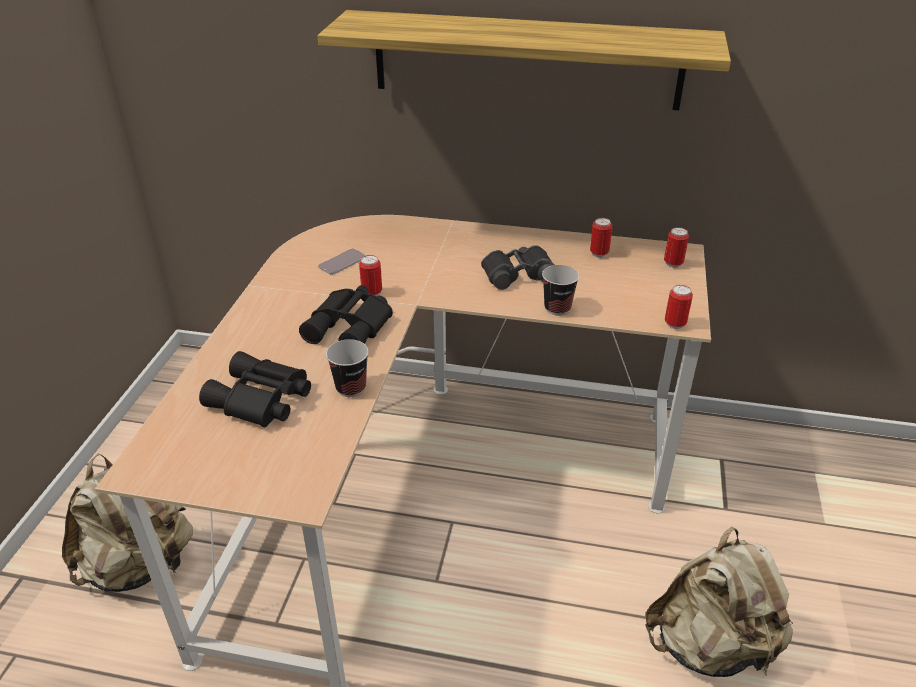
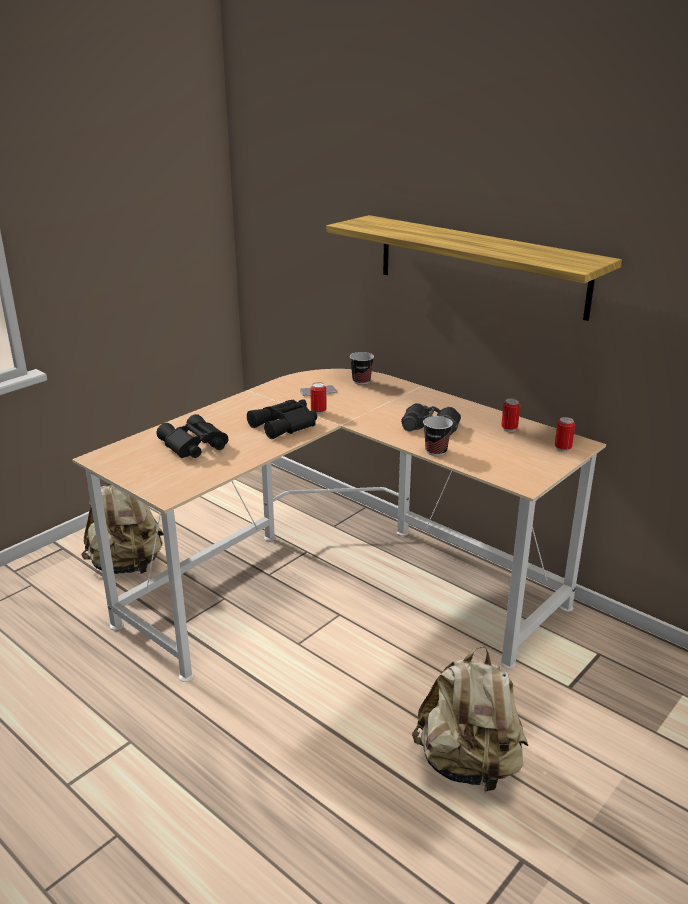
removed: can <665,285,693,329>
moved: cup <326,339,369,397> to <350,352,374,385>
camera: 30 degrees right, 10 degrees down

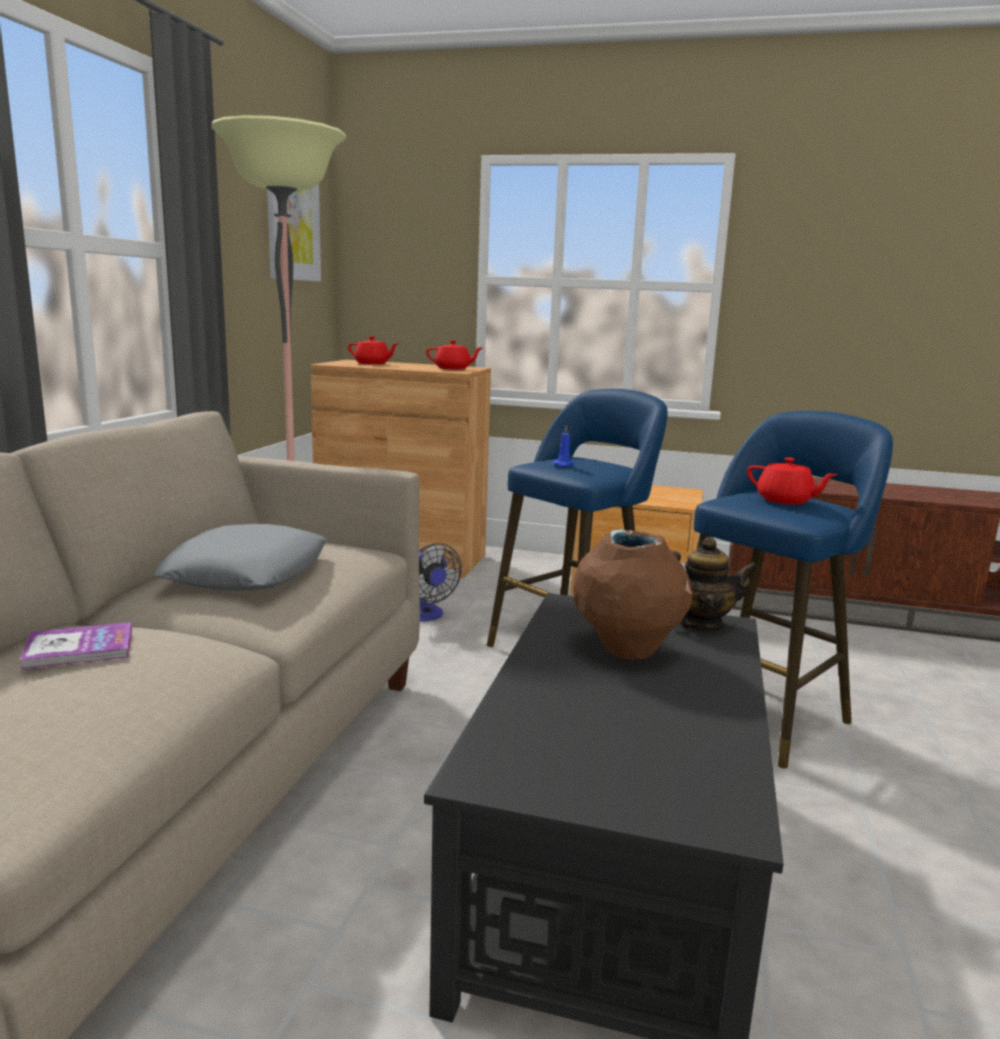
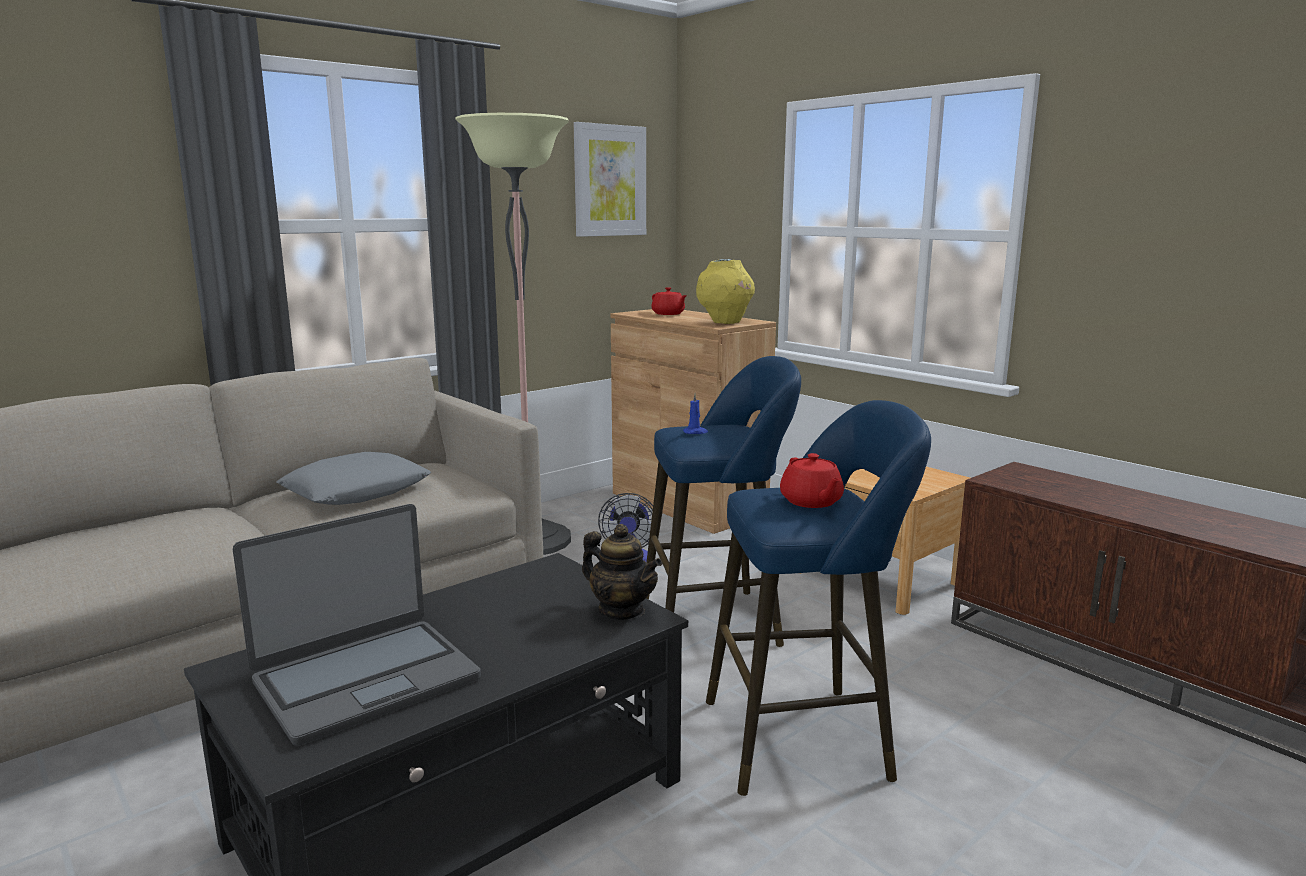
removed: book <19,622,132,670>; brown vase <573,529,692,660>
added: laptop <233,504,481,746>
replaced: red teapot <426,340,482,370> to yellow vase <696,259,755,324>
camera: 35 degrees right, 0 degrees up

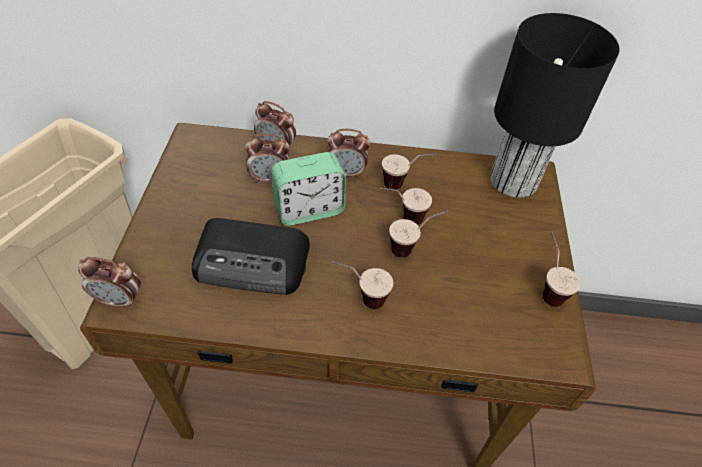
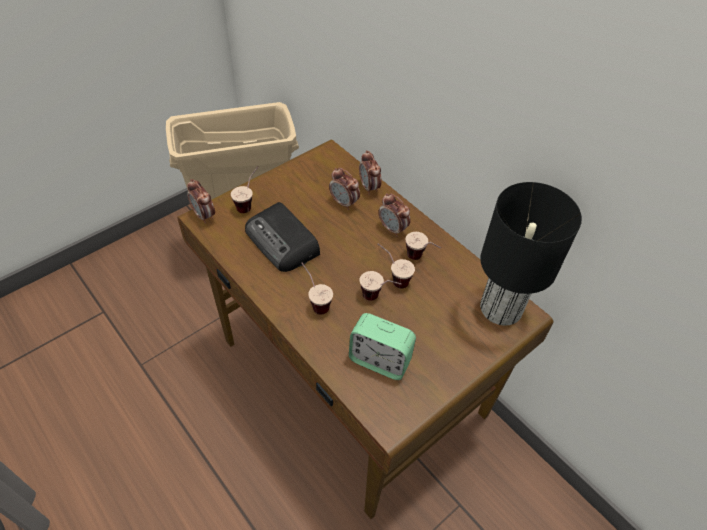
moved: alarm clock <271,152,346,226> to <349,313,416,380>; cup <542,232,581,307> to <231,166,258,213>
camera: 45 degrees right, 0 degrees up

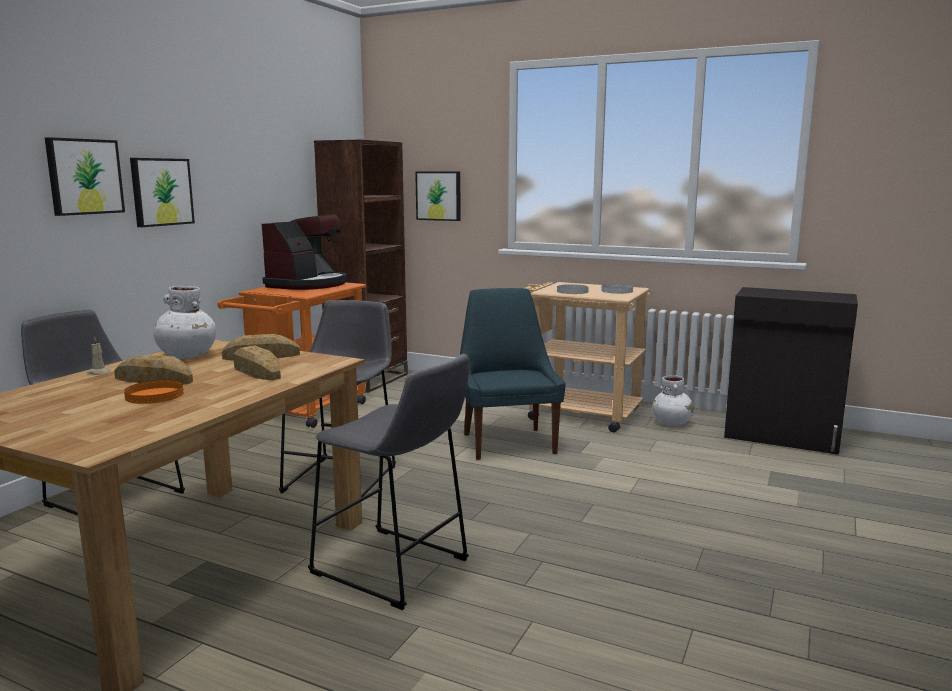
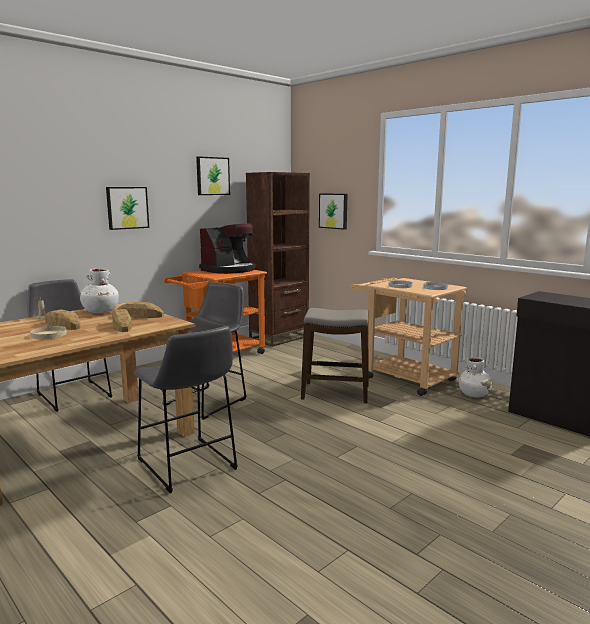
moved: picture <45,137,125,216> to <196,156,230,195>
replaced: blue chair <460,288,565,460> to stool <301,308,369,404>
recoloured: orange plate <124,380,184,404> to beige plate <30,326,67,339>
camera: 20 degrees right, 0 degrees up

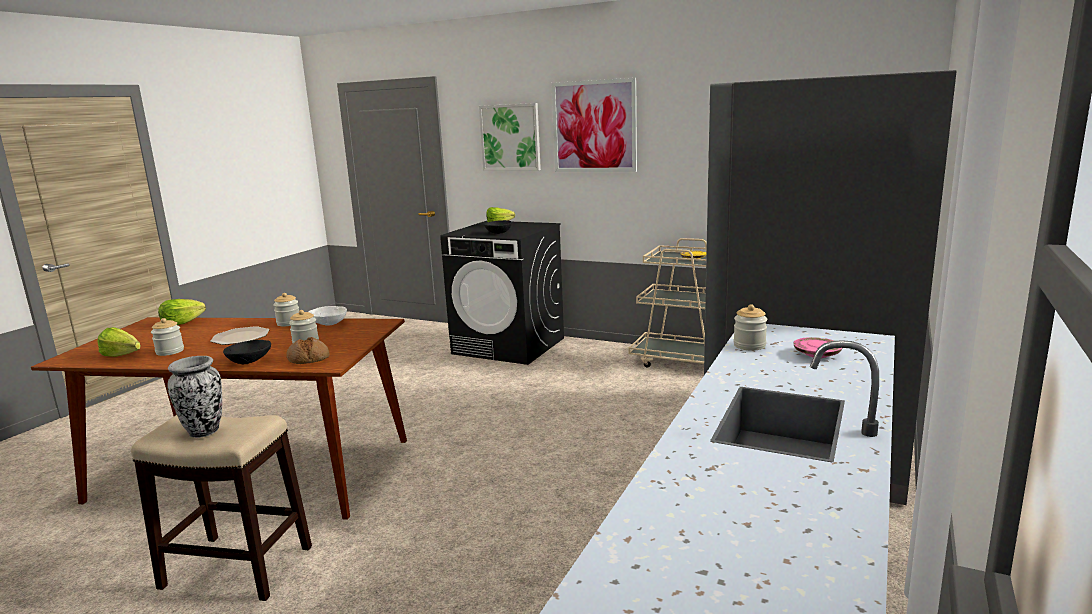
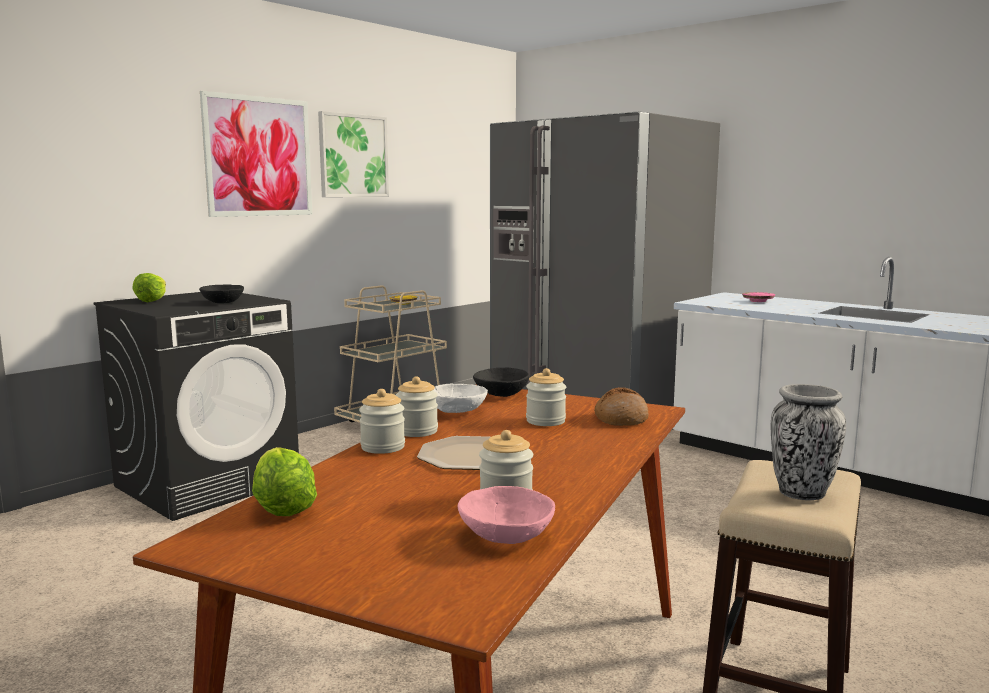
moved: black bowl <223,340,271,364> to <473,368,530,397>; picture <479,103,541,171> to <318,111,389,197>; jar <733,304,767,350> to <359,389,405,454>
replaced: lettuce <97,327,141,357> to pink bowl <458,486,555,544>
camera: 75 degrees left, 5 degrees down

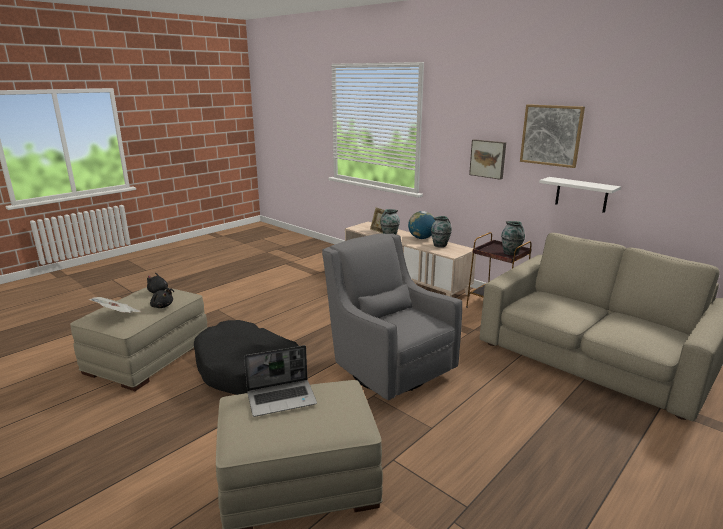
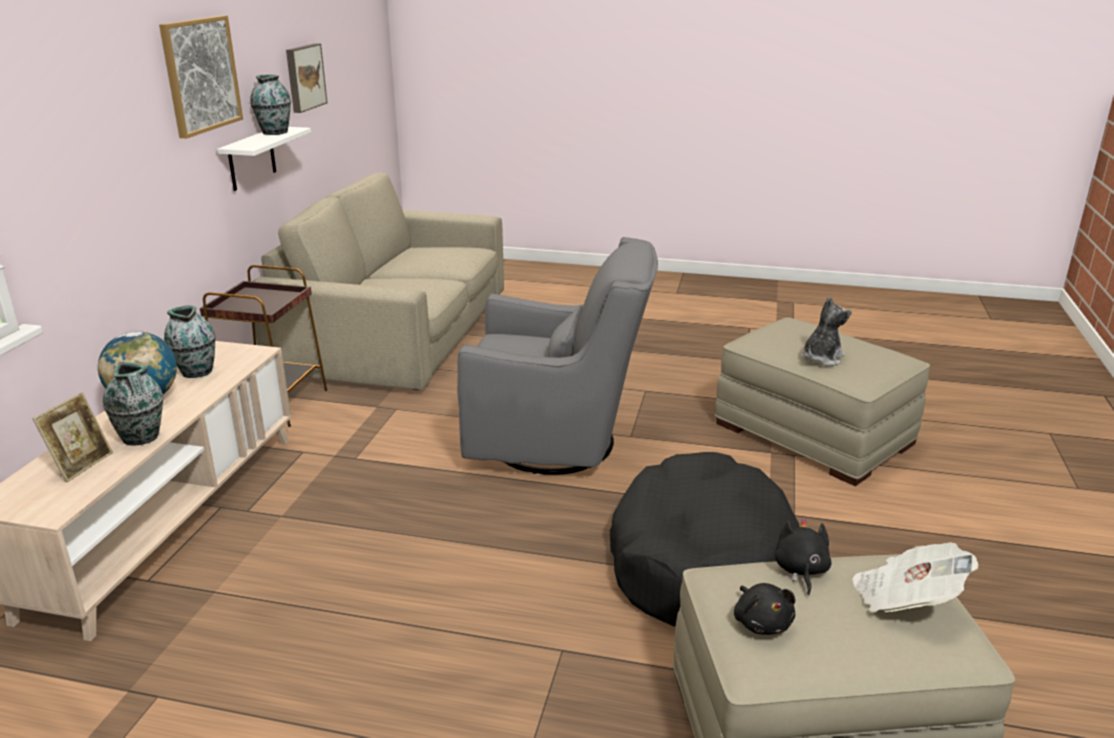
moved: picture <469,139,506,180> to <286,43,327,113>; vase <501,221,525,255> to <250,75,291,135>
replaced: laptop <244,345,317,417> to plush toy <801,296,852,366>
turned: grey armchair <322,233,462,400> = <457,237,658,475> 105 degrees counterclockwise
camera: 120 degrees left, 5 degrees up

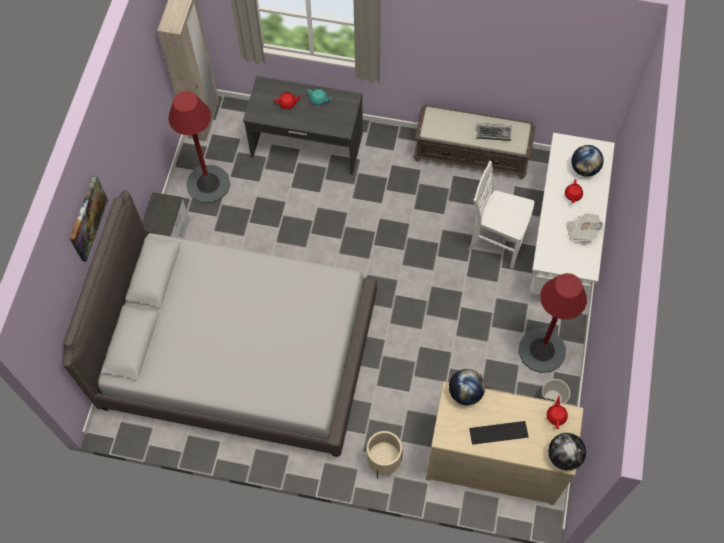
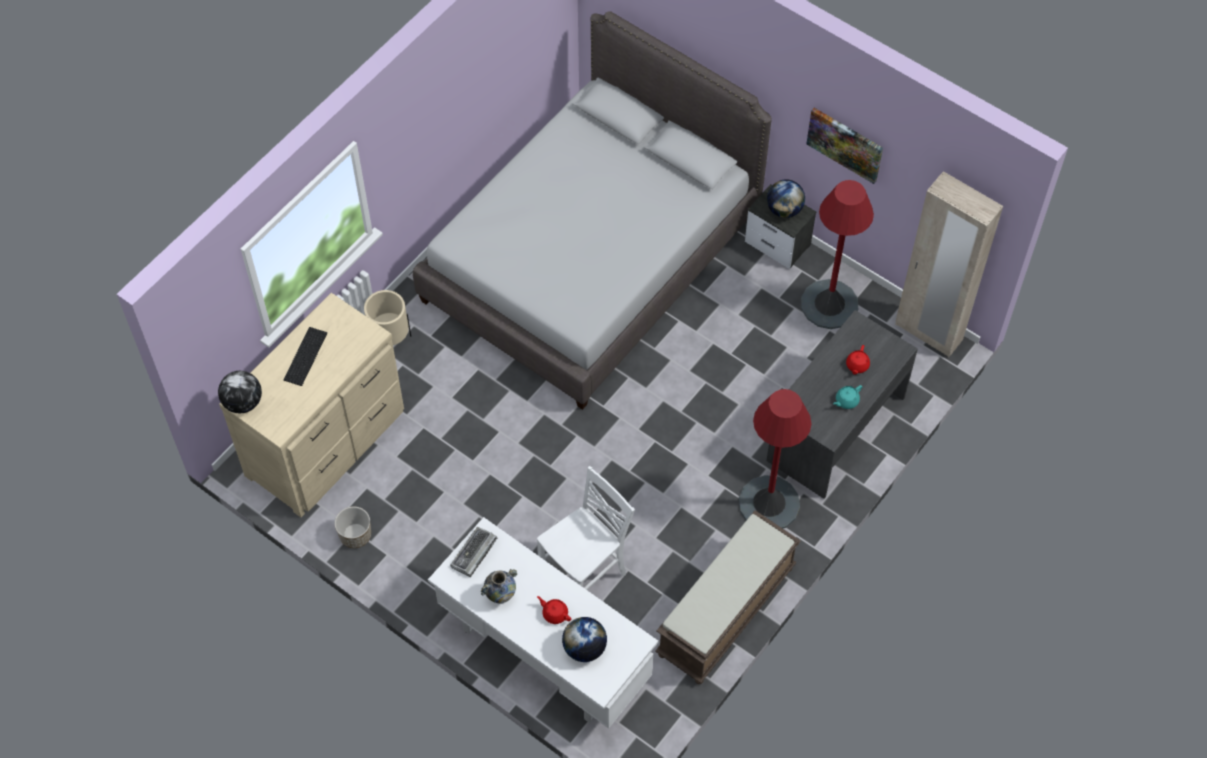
removed: red teapot <547,396,568,429>
moved: picture <70,175,108,262> to <807,108,883,184>; globe <449,369,485,405> to <767,179,805,218>; keyboard <477,123,512,141> to <450,527,497,577>; red floor lamp <518,273,587,373> to <739,389,812,528>
replaced: newspaper <566,213,603,241> to vase <481,569,517,604>
camera: 115 degrees right, 5 degrees down

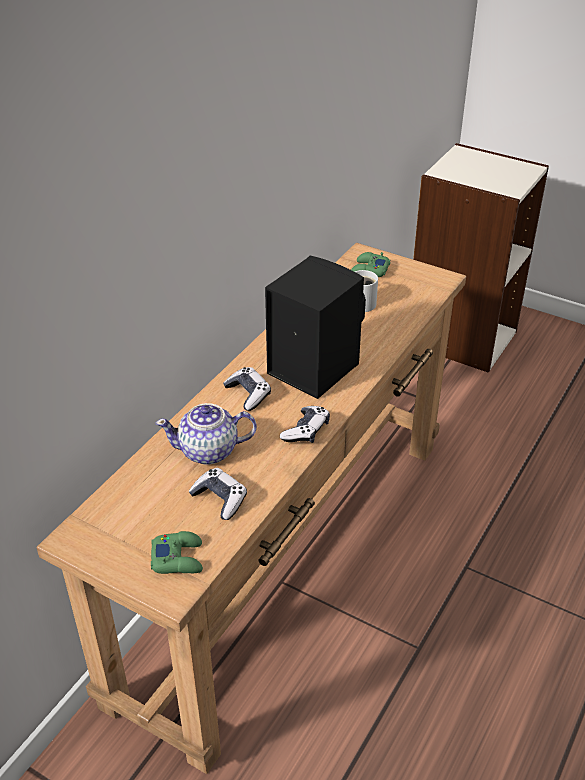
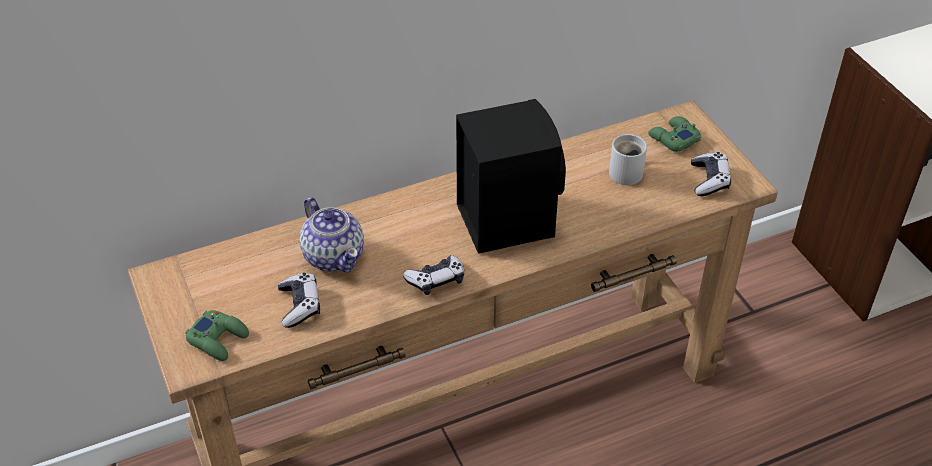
moved: game controller <223,367,271,411> to <691,152,731,196>
turned: teapot <156,403,257,465> = <300,197,364,272> 150 degrees counterclockwise
camera: 35 degrees right, 5 degrees up

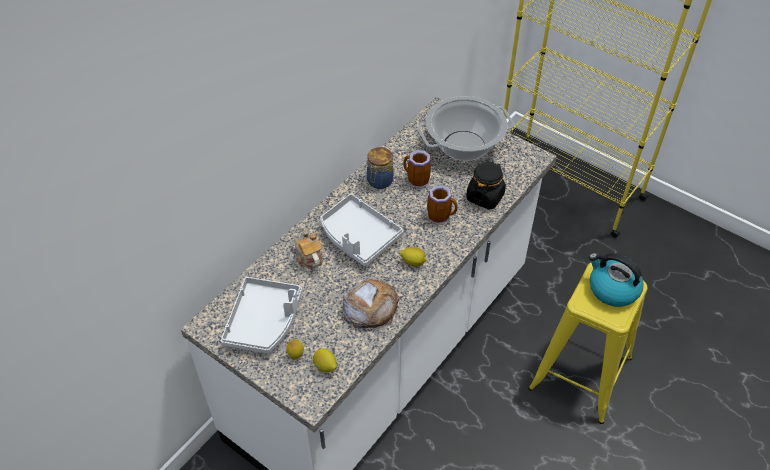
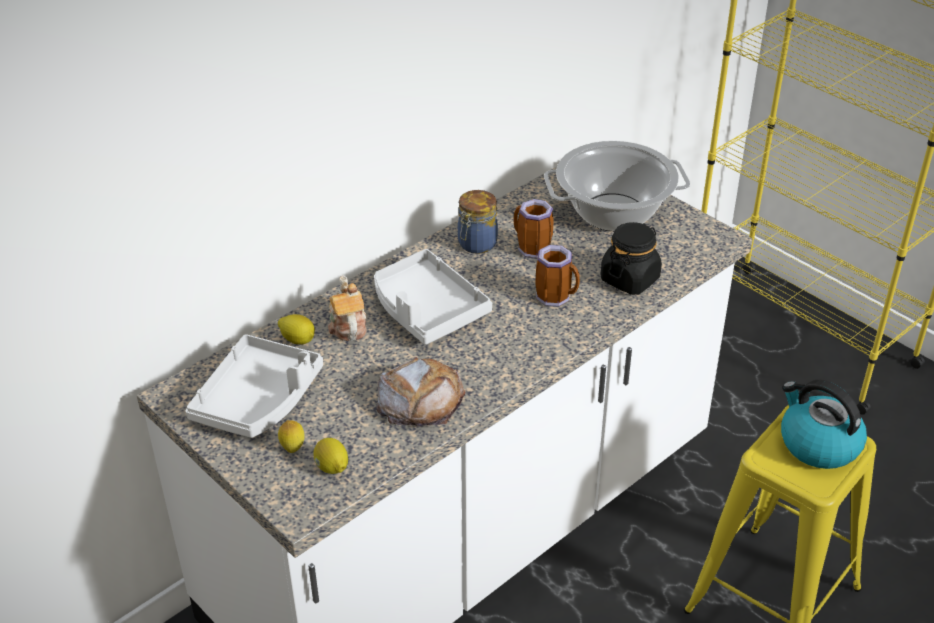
moved: lemon <400,247,427,267> to <278,314,315,345>
camera: 10 degrees right, 10 degrees down

